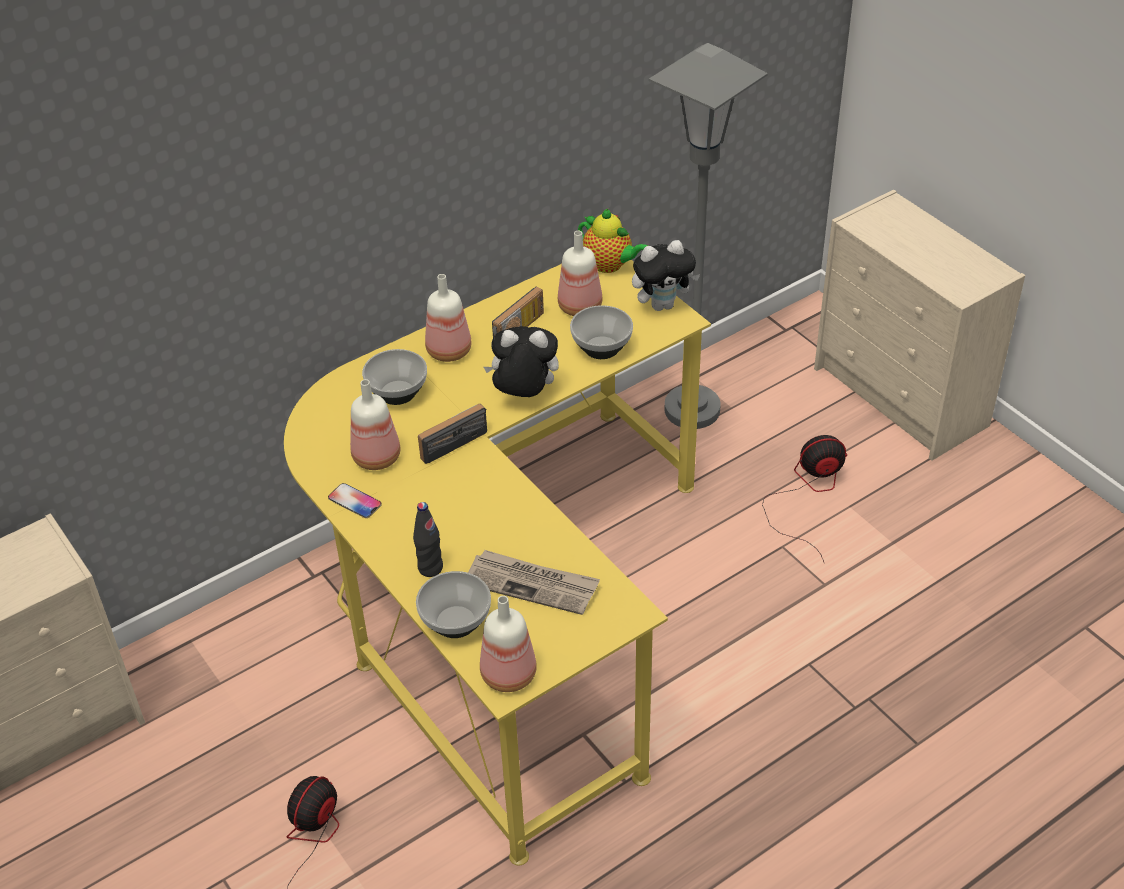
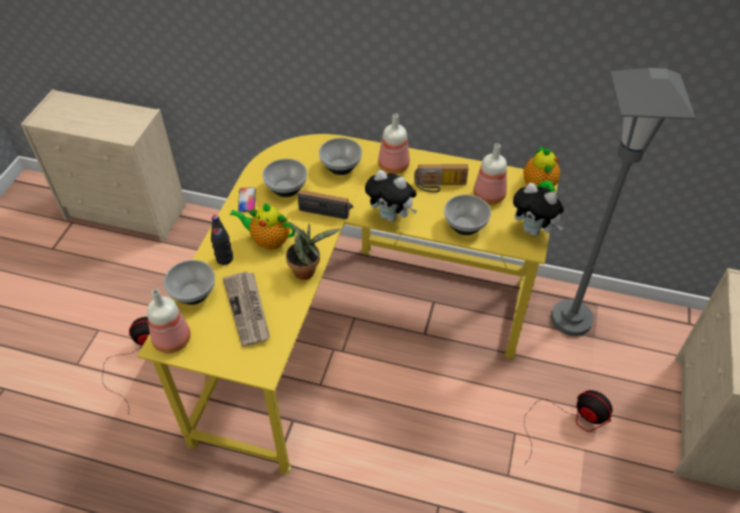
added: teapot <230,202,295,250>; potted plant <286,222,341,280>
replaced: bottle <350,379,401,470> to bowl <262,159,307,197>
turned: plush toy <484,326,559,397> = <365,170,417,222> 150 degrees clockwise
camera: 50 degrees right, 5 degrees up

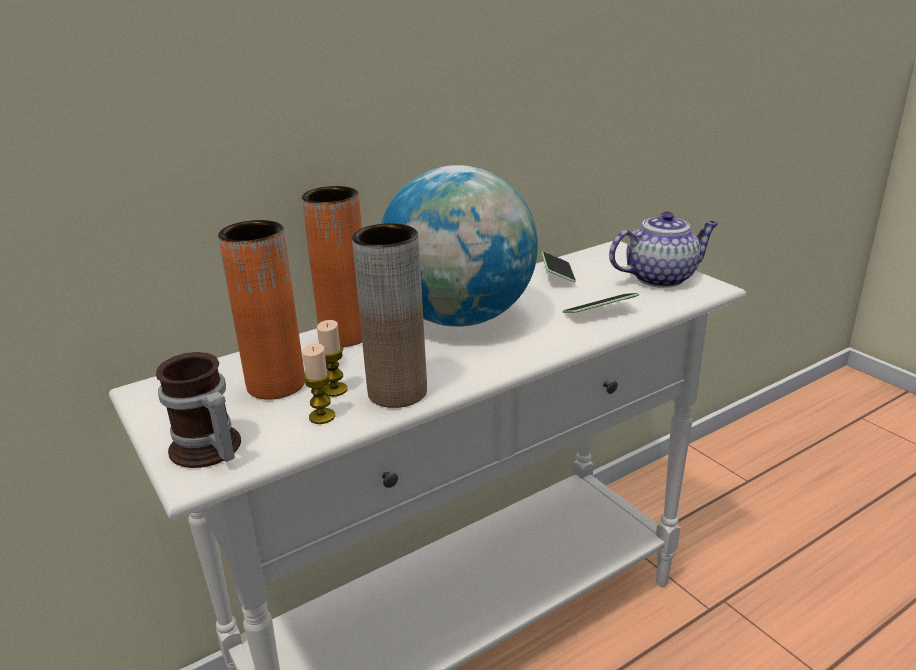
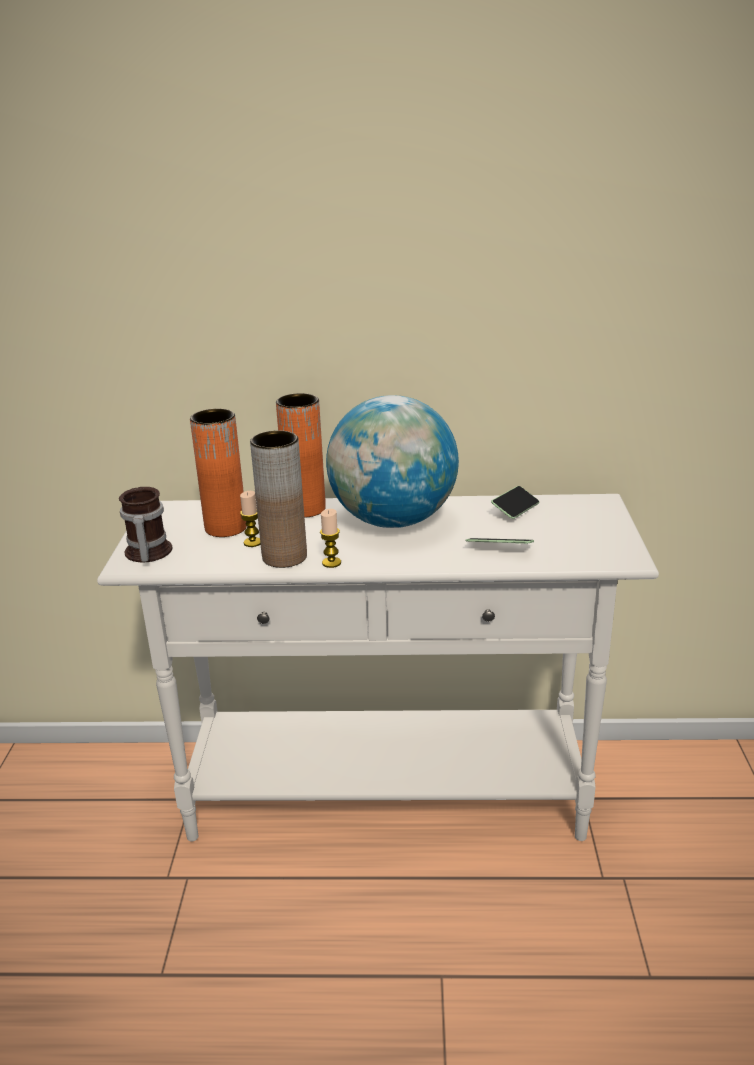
removed: teapot <609,211,718,288>
moved: candle <302,343,335,424> to <320,509,341,568>
camera: 35 degrees right, 0 degrees up

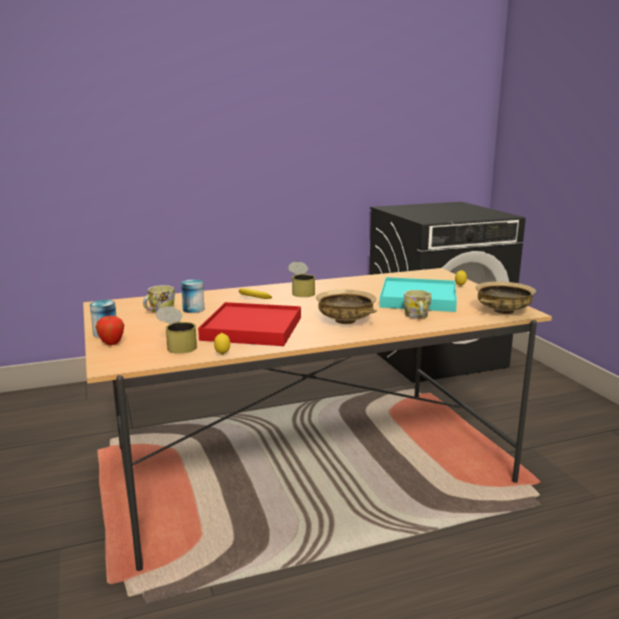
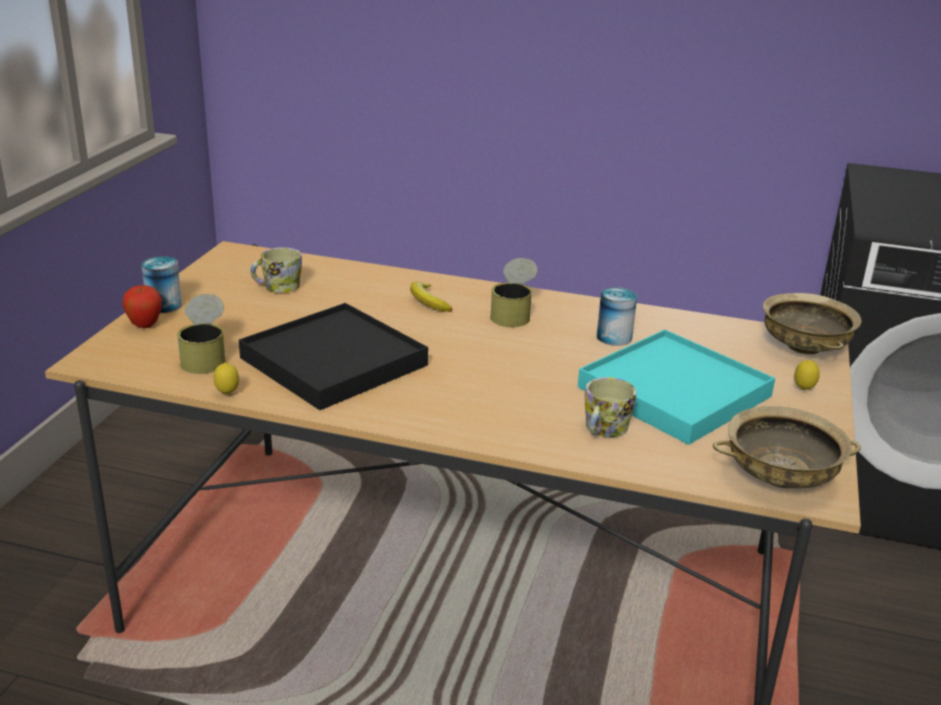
moved: can <181,279,204,313> to <597,287,637,346>; beige bowl <316,289,377,324> to <763,293,861,354>
recoloured: red tray <198,302,301,346> to black tray <239,303,428,410>
camera: 35 degrees right, 10 degrees up

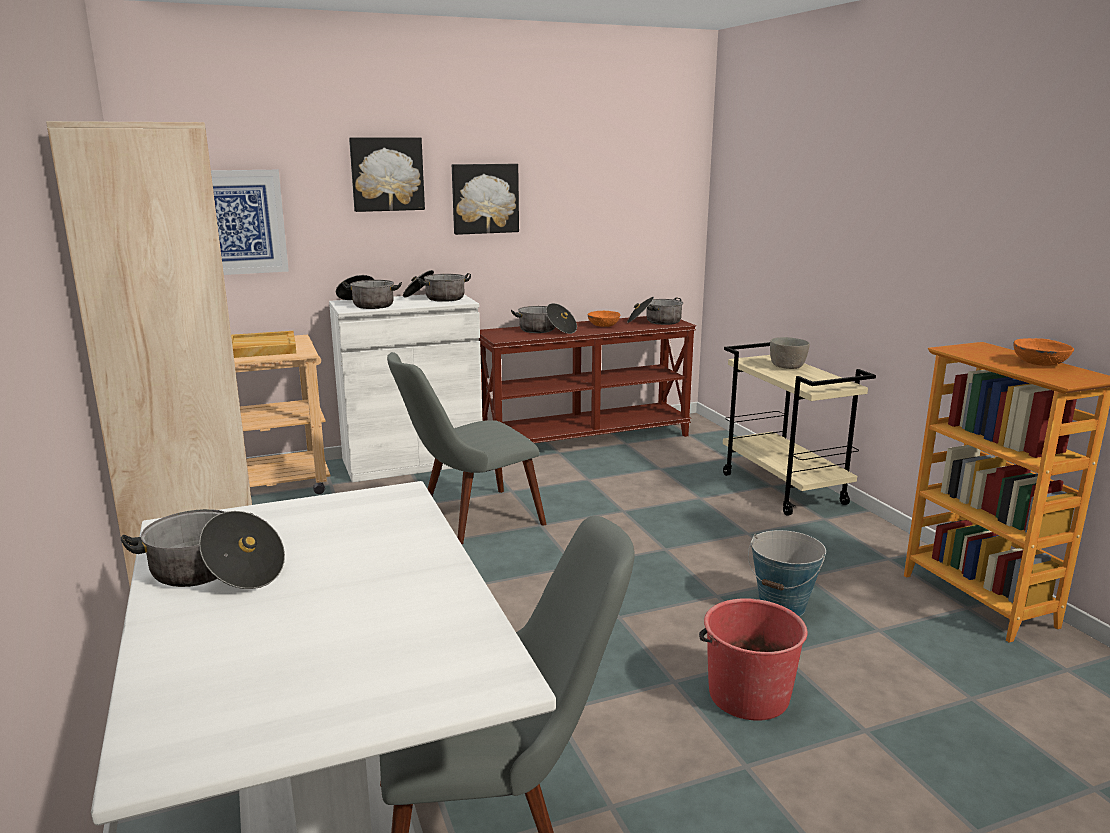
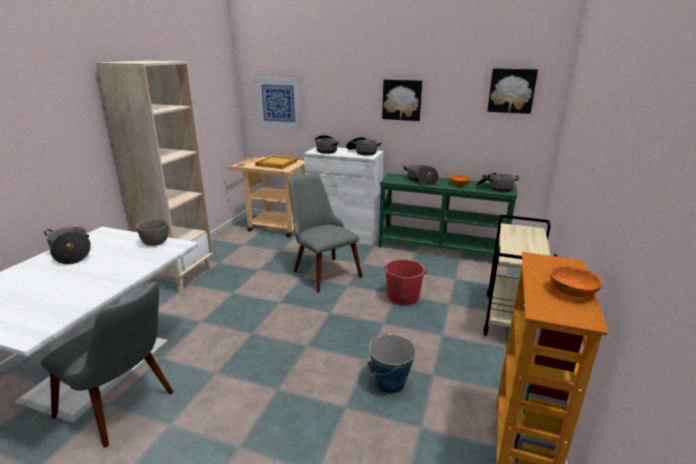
moved: picture <349,137,425,212> to <487,68,538,114>; red bucket <699,598,808,721> to <384,259,427,305>; grey bowl <770,337,810,369> to <136,219,169,246>
recoloured: brown console table <479,316,696,443> to green console table <378,173,517,256>
turned: grey chair <387,352,546,544> = <289,173,363,292> 45 degrees clockwise
camera: 40 degrees right, 5 degrees up

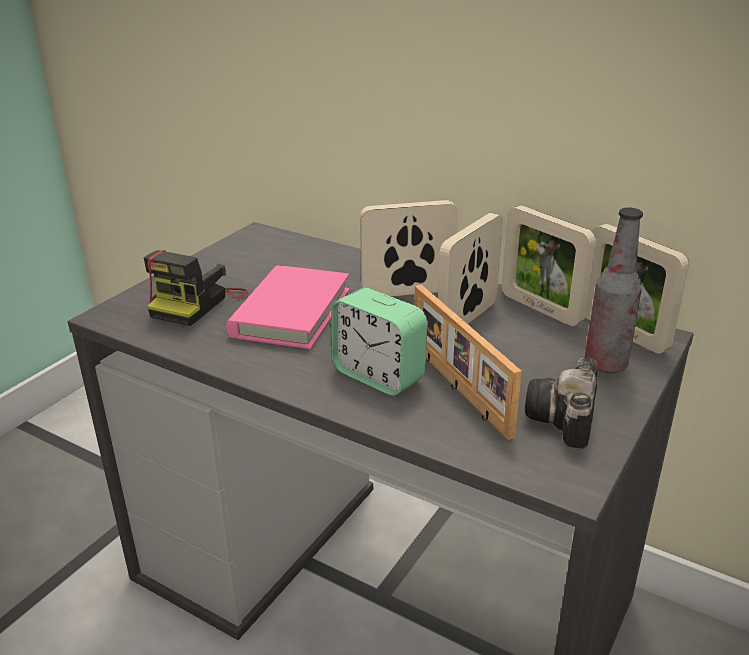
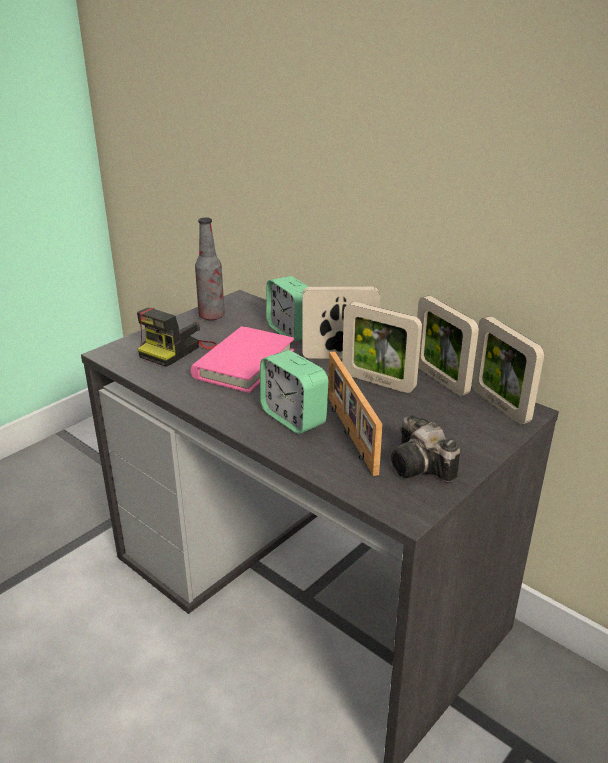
added: alarm clock <266,276,309,342>
moved: bottle <585,207,643,373> to <195,217,225,320>
turned: picture frame <438,213,503,324> = <342,302,422,393> 105 degrees counterclockwise; photo camera <525,358,597,450> = <391,415,460,482> 60 degrees counterclockwise
camera: 10 degrees right, 0 degrees up

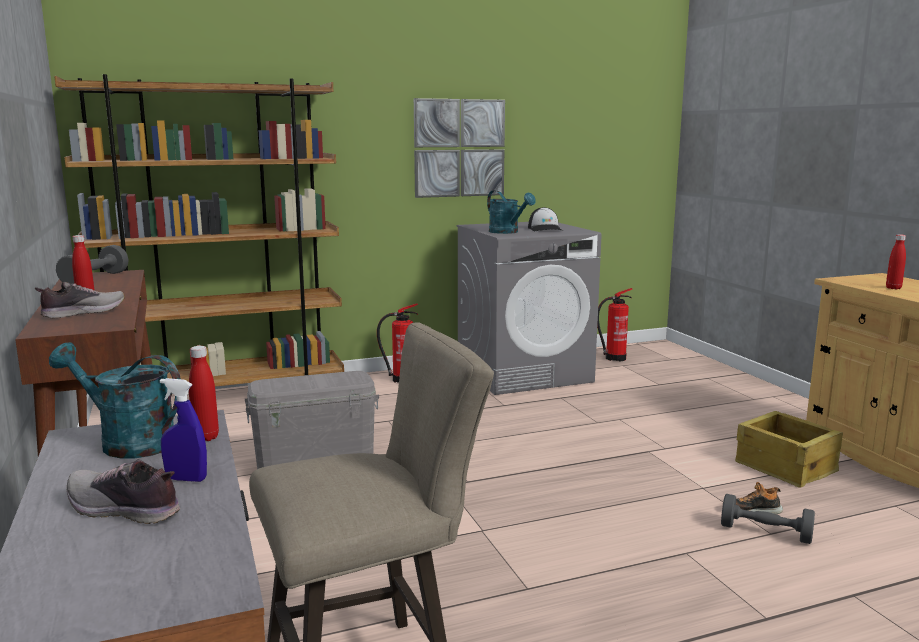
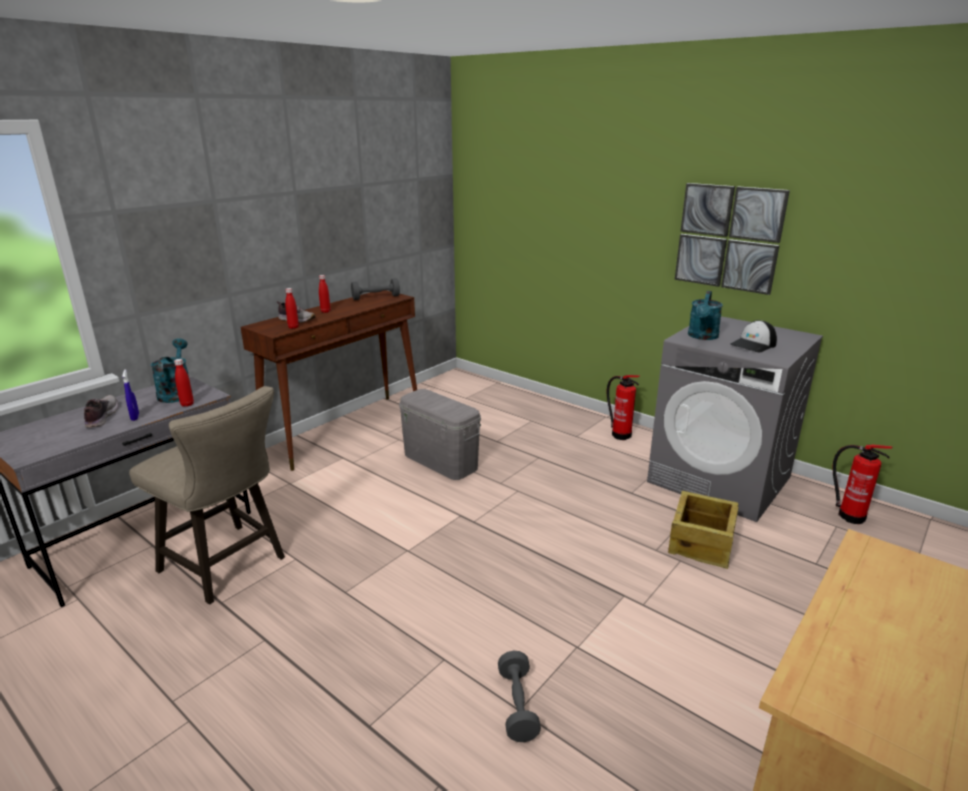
removed: brown bookcase <54,74,344,396>; shoe <736,482,783,514>
moved: crate <735,411,843,488> to <668,491,739,569>; red bottle <886,234,906,289> to <285,288,299,329>
camera: 60 degrees right, 10 degrees up

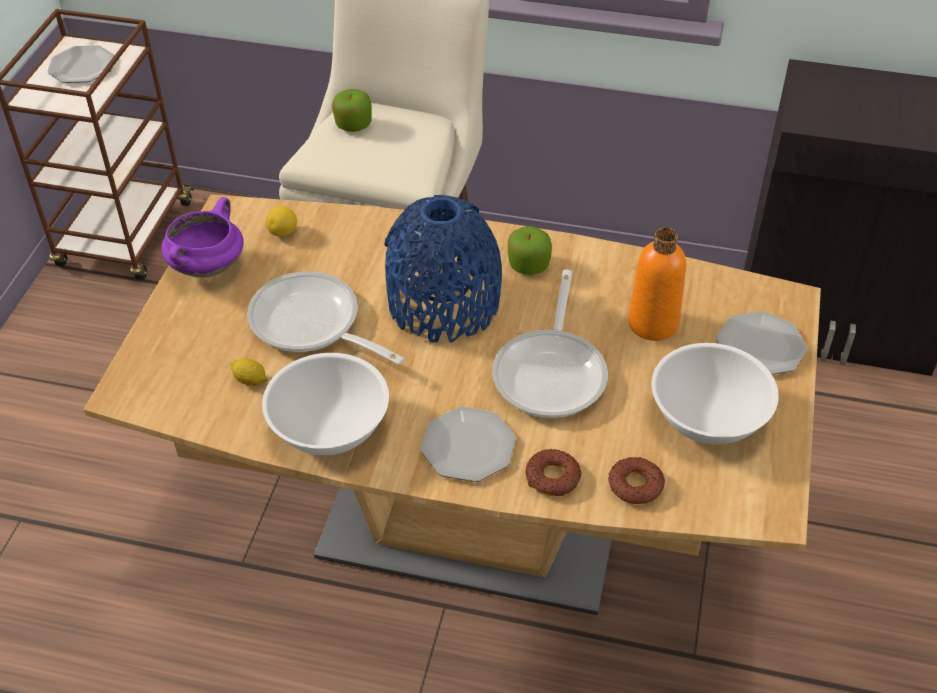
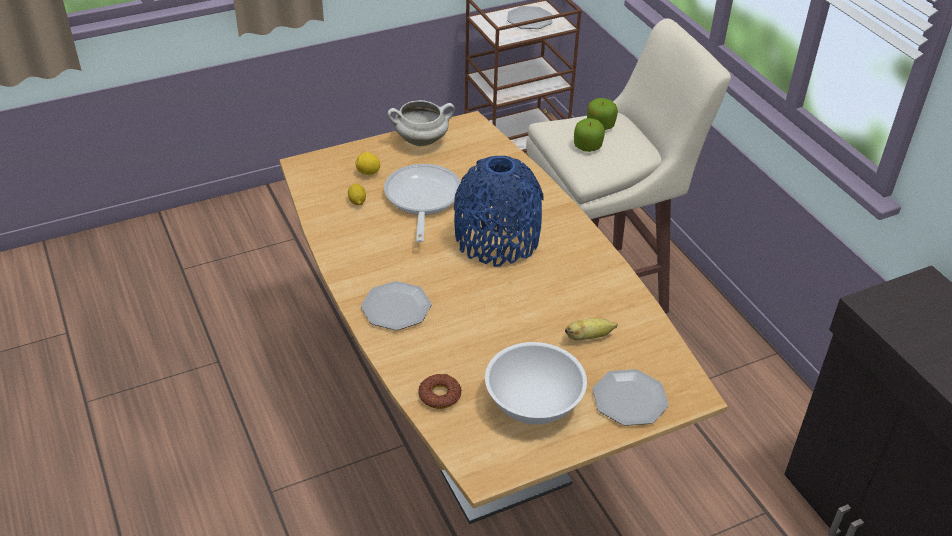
removed: white bowl <262,353,389,455>; frying pan <492,269,608,418>; donut <525,449,582,496>
moved: lemon <266,206,297,237> to <356,152,380,175>; apple <508,226,552,275> to <574,118,605,152>
replaced: orange bottle <628,228,686,341> to banana <565,318,618,340>
recoloured: purple cooking pot <161,197,244,278> to white cooking pot <388,100,455,146>
camera: 50 degrees right, 5 degrees down

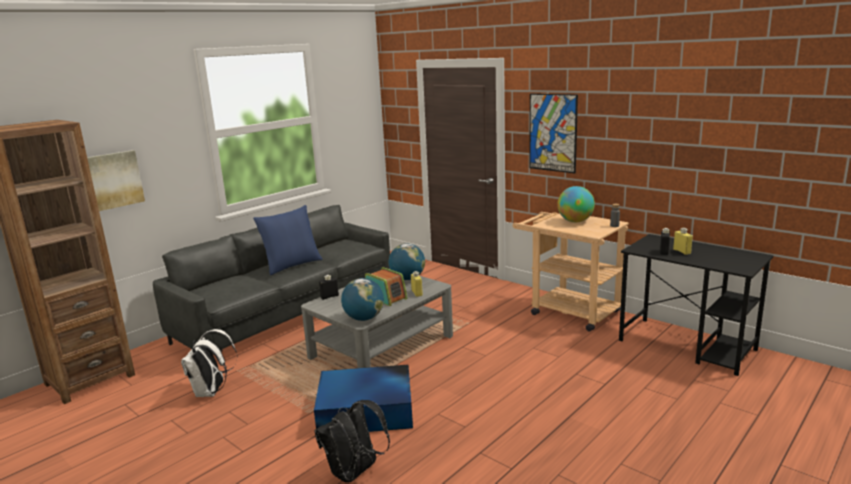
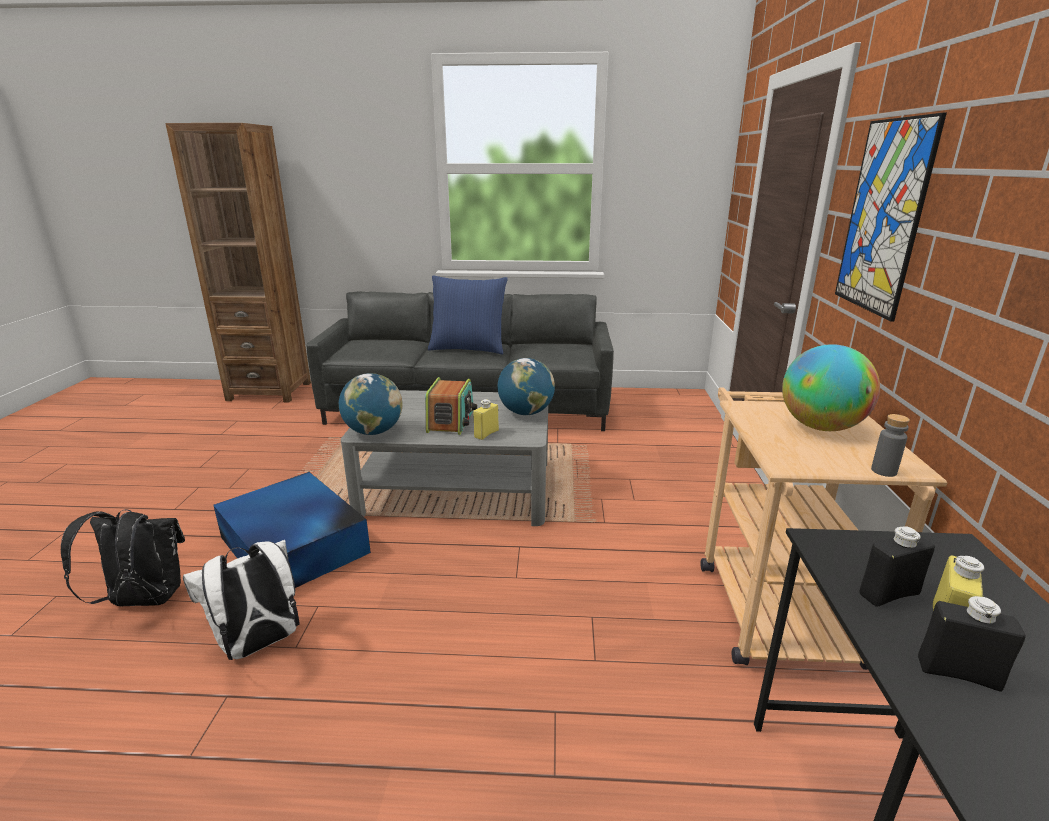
removed: picture <87,150,145,211>
moved: white backpack <181,329,238,397> to <183,540,300,660>; black bottle <319,275,339,300> to <918,596,1026,692>
camera: 50 degrees right, 5 degrees up

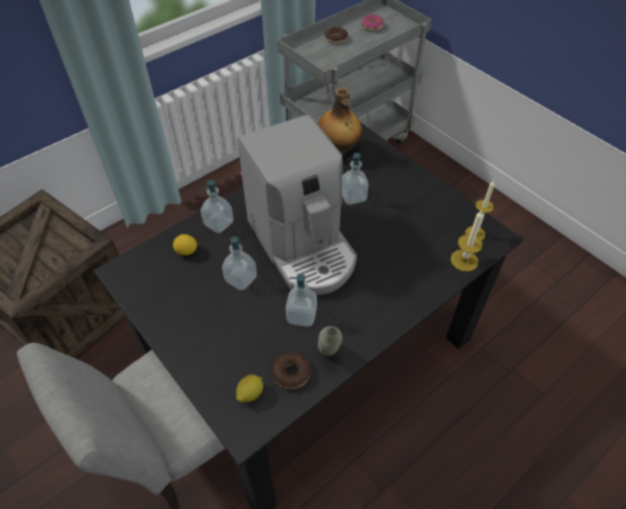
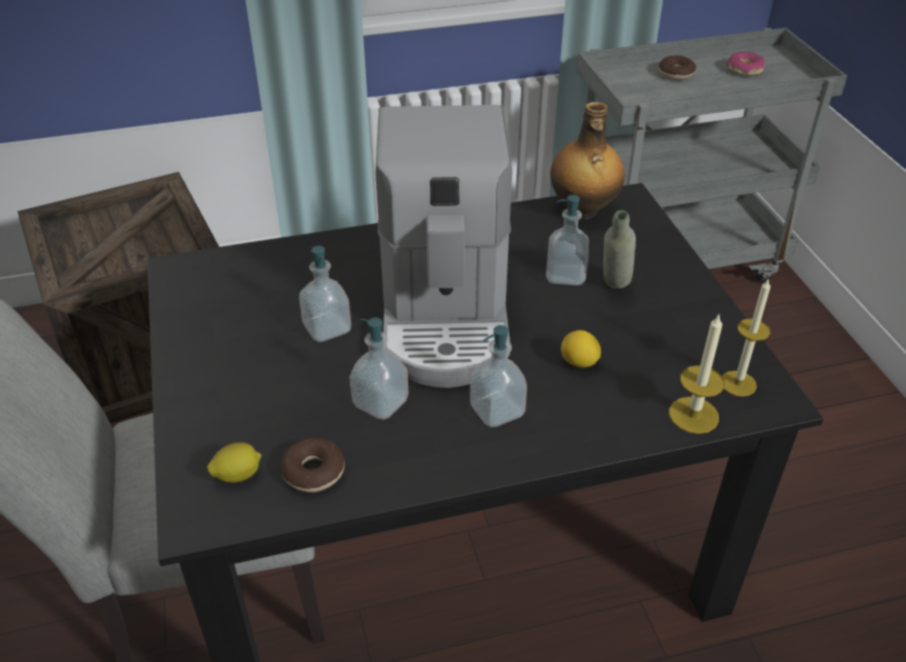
moved: lemon <173,234,197,255> to <561,330,601,368>; soap dispenser <201,180,233,233> to <470,325,527,427>; grey bottle <318,326,342,356> to <604,210,636,289>
camera: 25 degrees right, 10 degrees down

